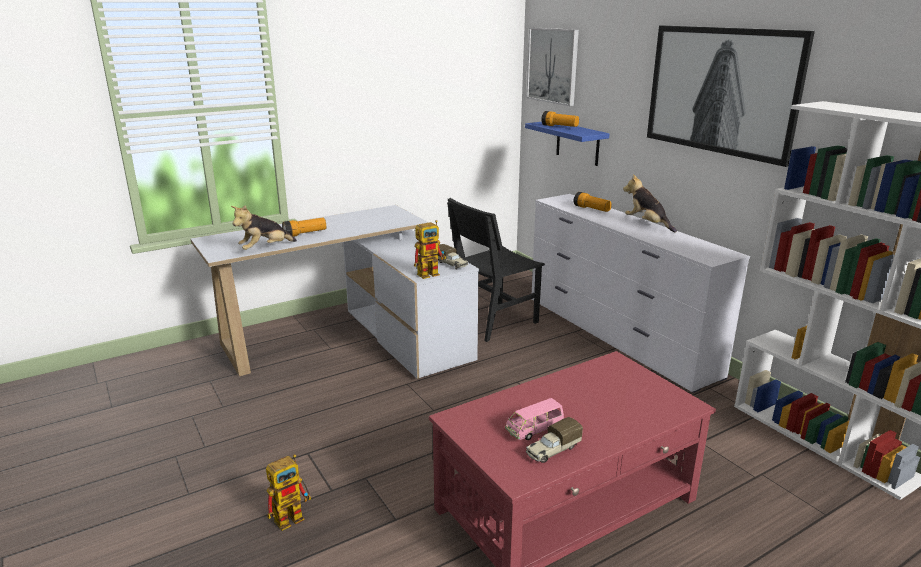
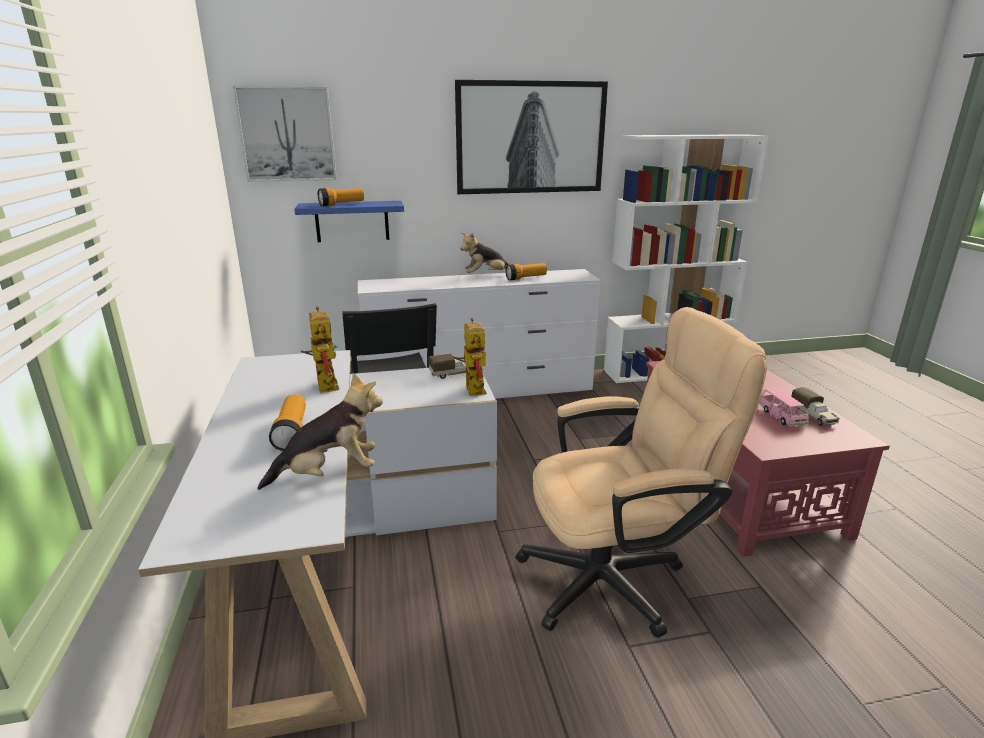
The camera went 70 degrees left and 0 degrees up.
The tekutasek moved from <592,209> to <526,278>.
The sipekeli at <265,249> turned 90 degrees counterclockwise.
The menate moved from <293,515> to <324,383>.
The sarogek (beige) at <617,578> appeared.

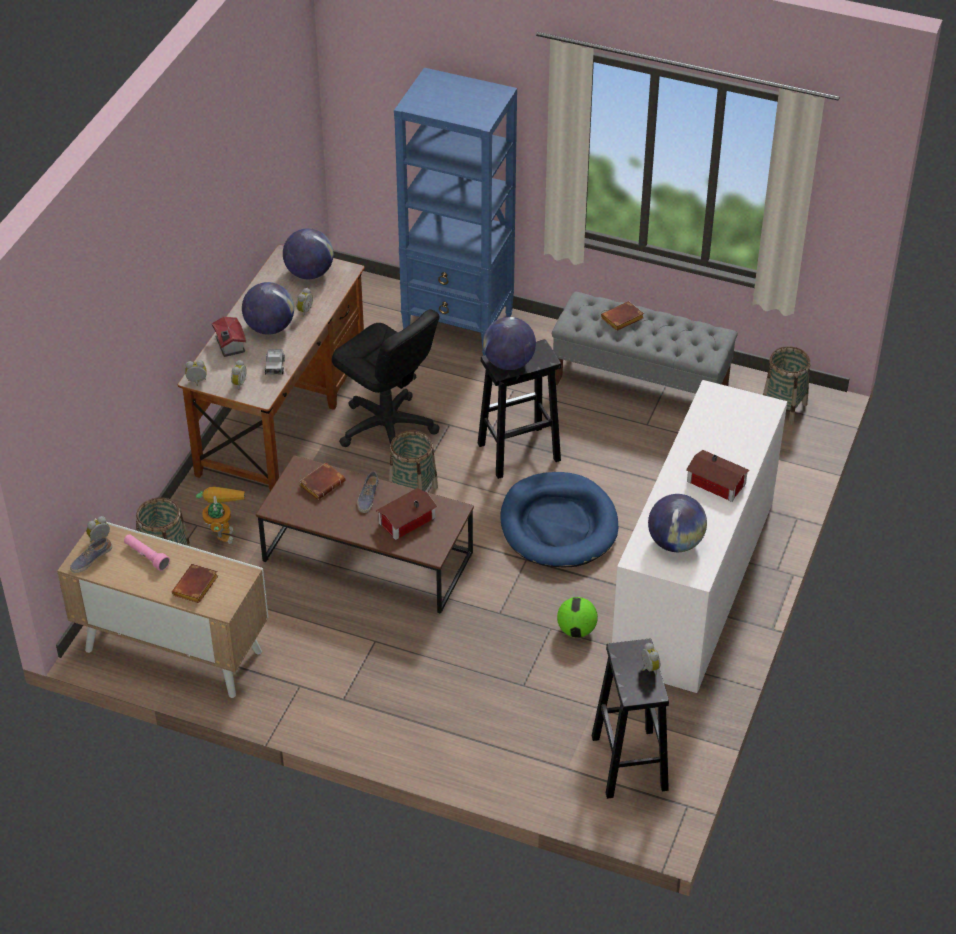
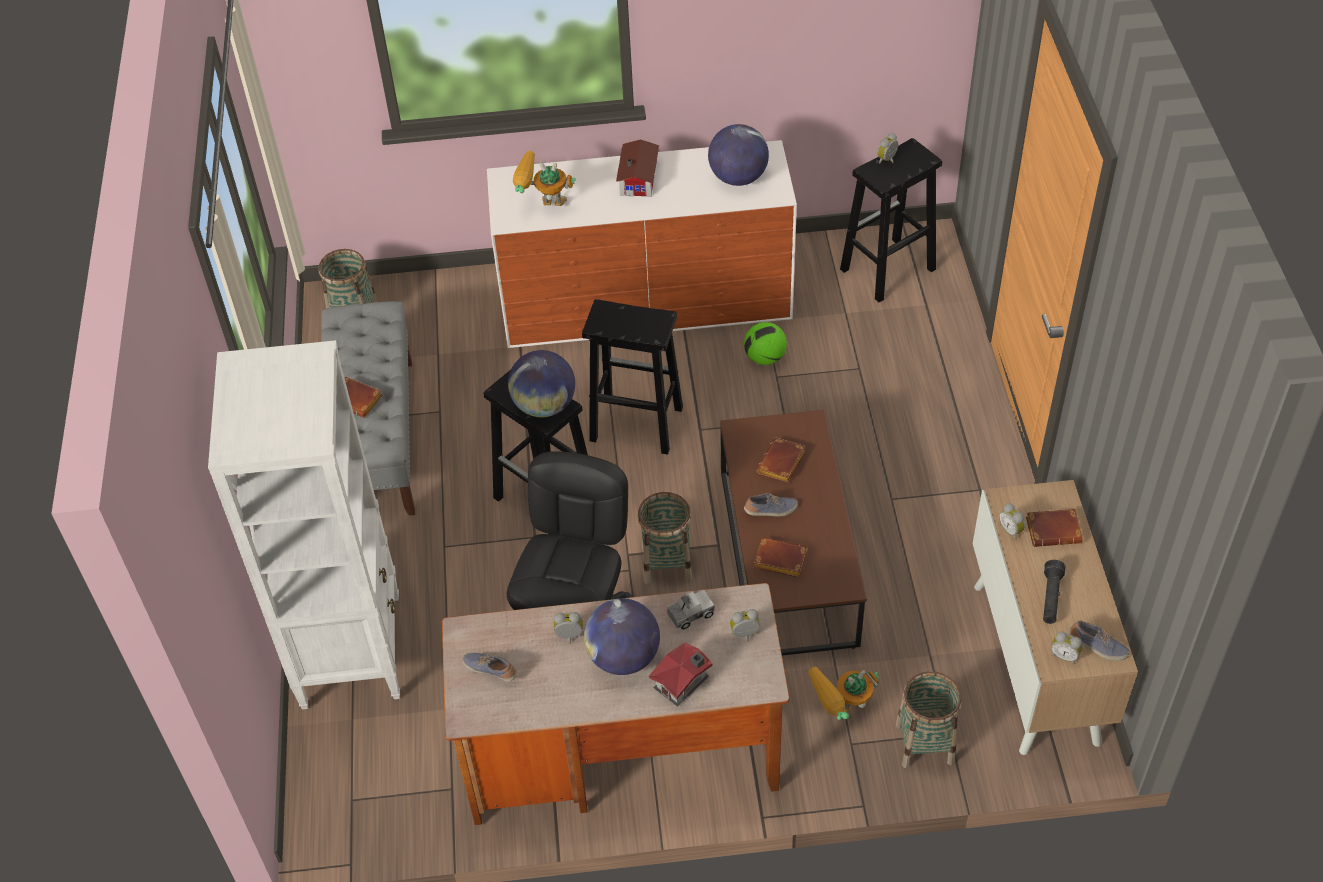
The camera went 115 degrees left and 5 degrees up.
The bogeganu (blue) at <459,325> became the bogeganu (white) at <351,649>.
The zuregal at <309,273> was replaced by the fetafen at <490,670>.
The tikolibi moved from <197,382> to <1011,530>.
The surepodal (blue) at <558,524> was replaced by the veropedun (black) at <634,424>.
The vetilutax at <405,520> was replaced by the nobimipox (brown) at <782,464>.
The tekutasek (pink) at <146,556> became the tekutasek (black) at <1050,598>.
The menate at <543,207> appeared.

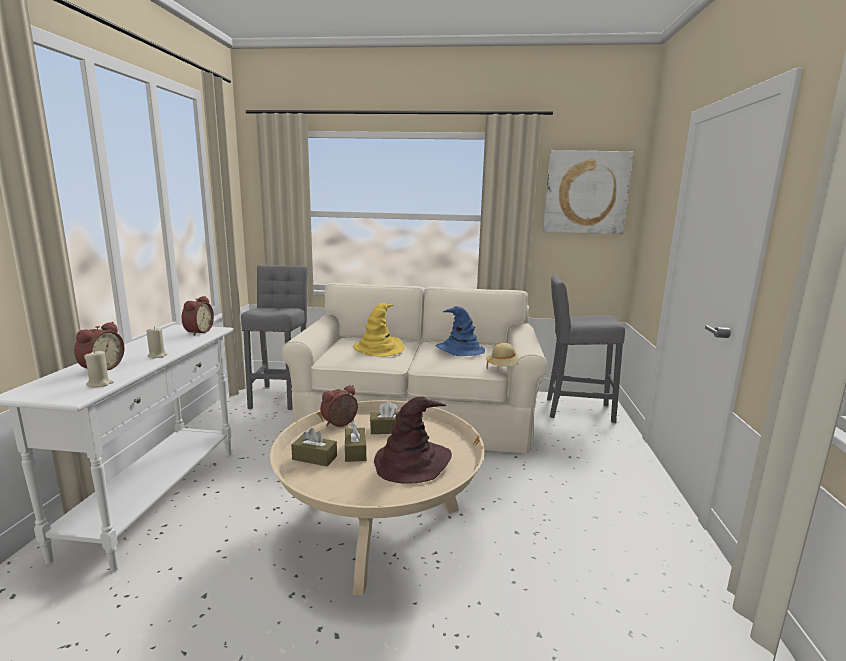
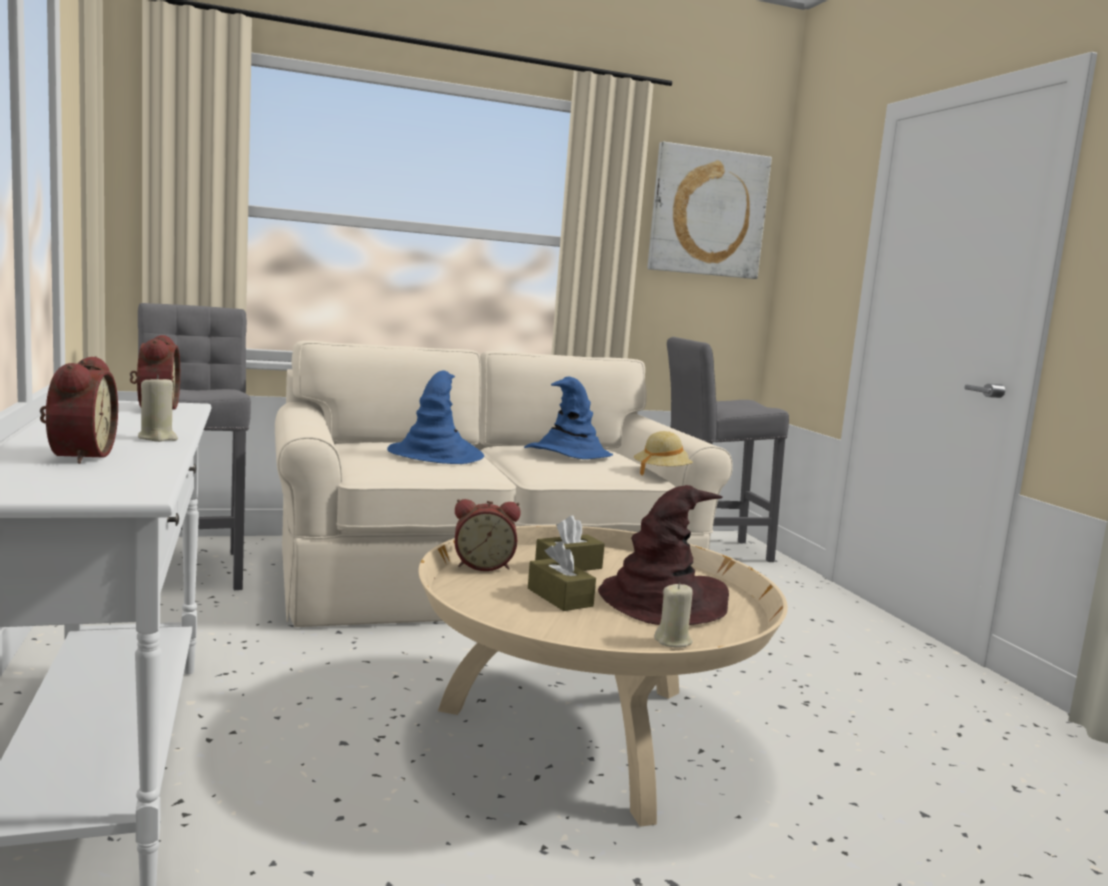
The camera went 25 degrees left and 5 degrees down.
The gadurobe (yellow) at <379,348> became the gadurobe (blue) at <436,454>.
The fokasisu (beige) moved from <100,384> to <673,641>.
The tikolibi at <340,424> turned 120 degrees counterclockwise.
The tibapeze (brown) at <314,458> disappeared.

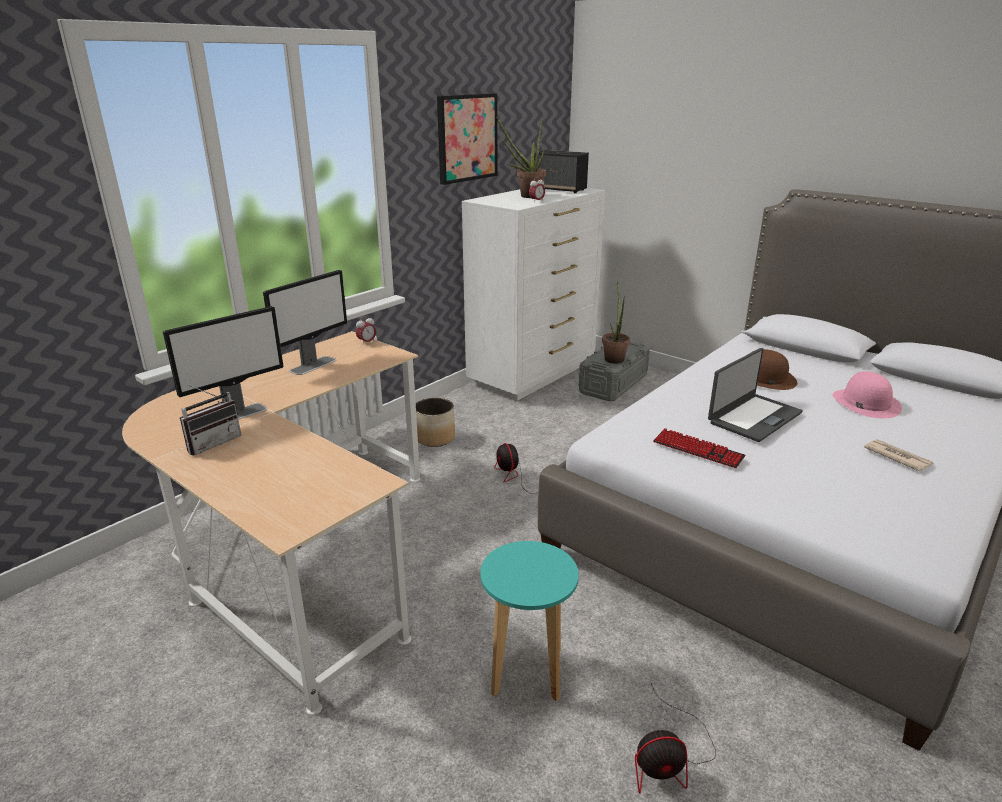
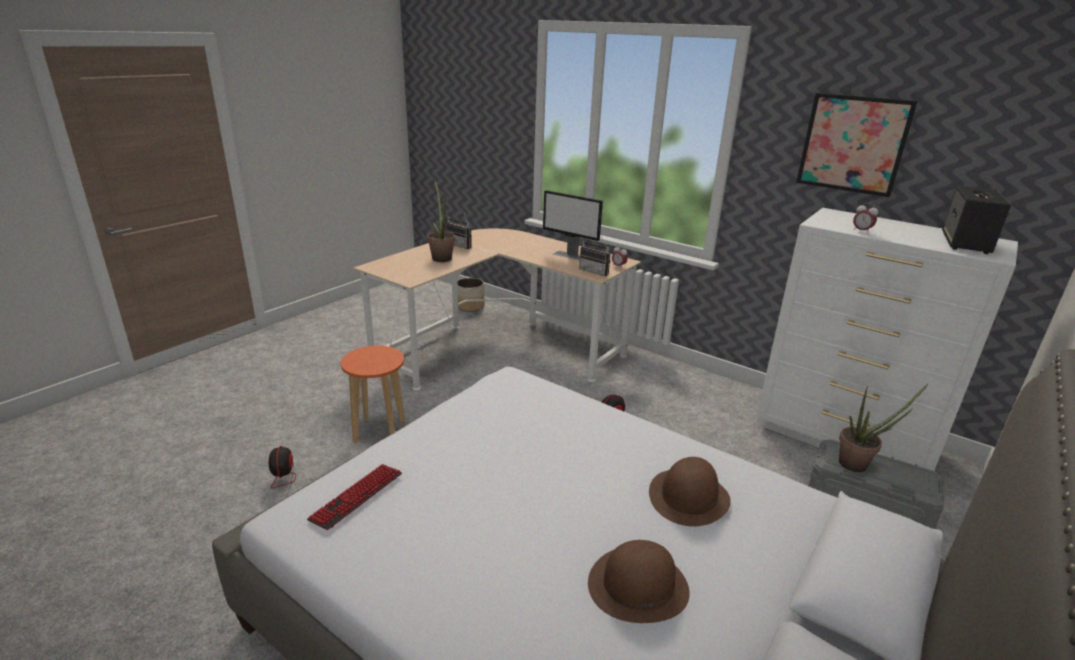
The camera went 85 degrees right and 0 degrees up.
The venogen moved from <526,196> to <441,257>.
The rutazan at <238,414> disappeared.
The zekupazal at <753,417> disappeared.
The gadurobe (pink) at <865,403> became the gadurobe (brown) at <638,585>.
The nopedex moved from <434,438> to <470,306>.
The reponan moved from <697,450> to <357,497>.
The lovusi at <896,457> disappeared.
The veropedun (turquoise) at <527,673> became the veropedun (orange) at <379,432>.
The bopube at <596,271> appeared.

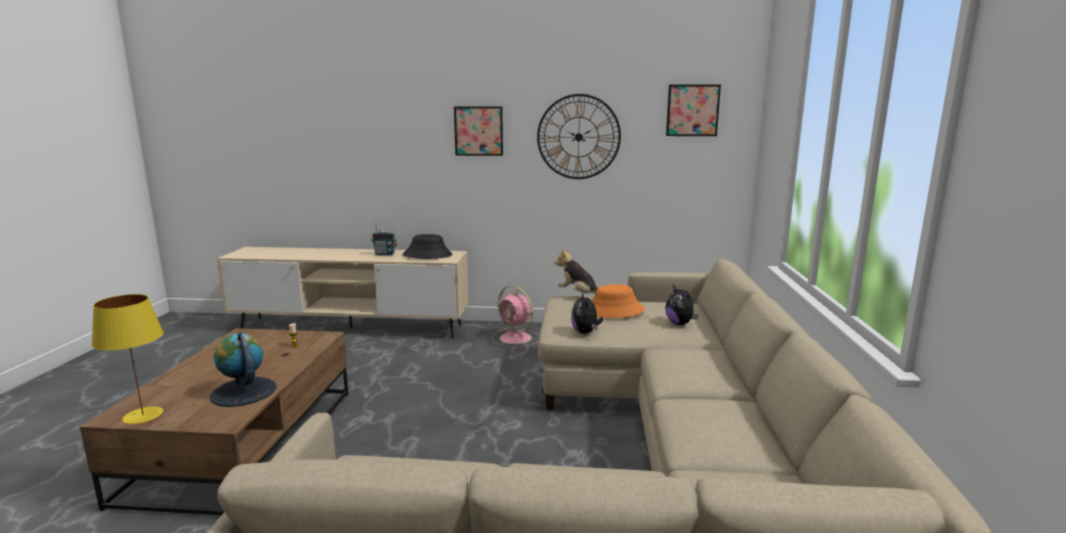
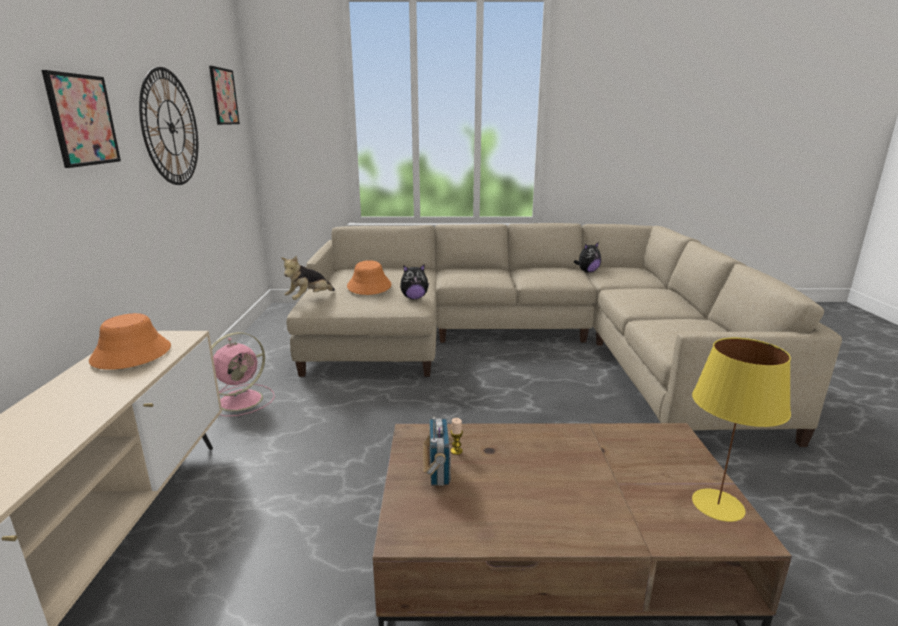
The camera went 95 degrees left and 5 degrees up.
The bopube moved from <385,254> to <438,474>.
The gadurobe (black) at <427,255> became the gadurobe (orange) at <131,354>.
The sipekeli moved from <680,323> to <587,271>.
The zuregal at <243,392> disappeared.

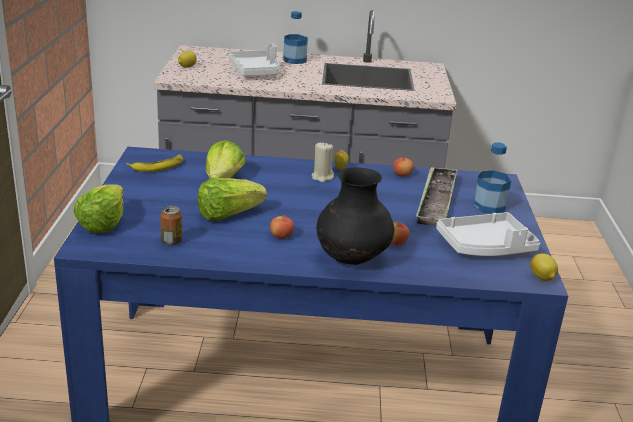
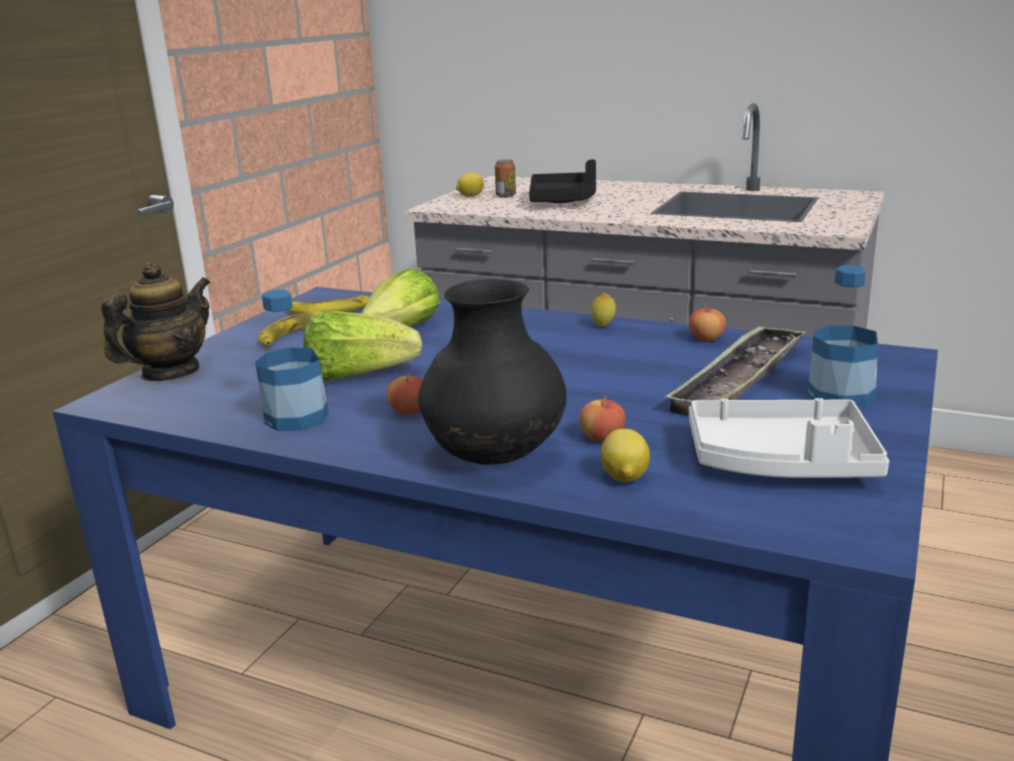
The camera went 25 degrees right and 5 degrees down.
The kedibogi moved from <294,60> to <297,418>.
The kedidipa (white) at <256,71> became the kedidipa (black) at <563,200>.
The fokasisu (beige) at <322,177> disappeared.
The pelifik at <102,223> was replaced by the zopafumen at <170,373>.
The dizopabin moved from <171,241> to <506,196>.
The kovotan moved from <542,278> to <624,478>.
The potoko at <295,335> appeared.

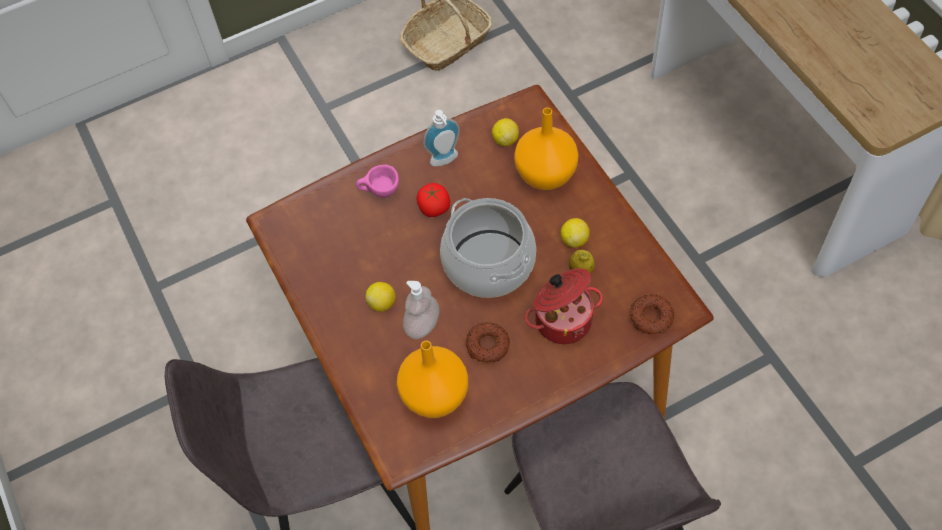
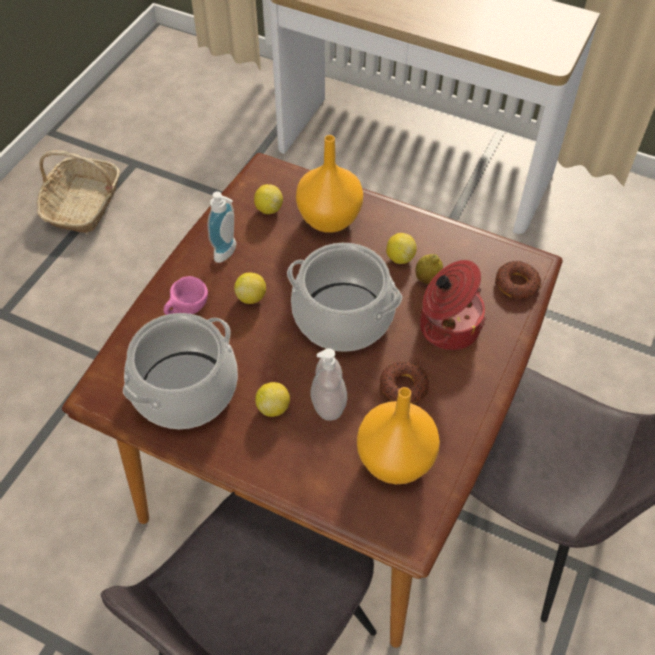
The camera went 40 degrees left and 5 degrees down.
The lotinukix at <434,208> was replaced by the kovotan at <251,297>.
The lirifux at <185,388> appeared.

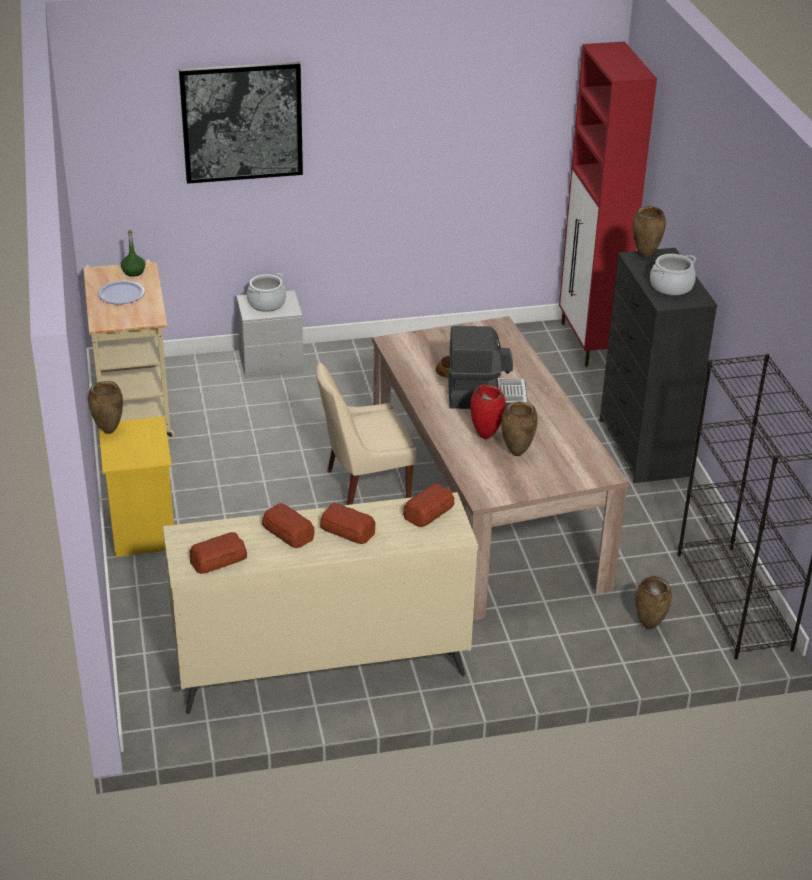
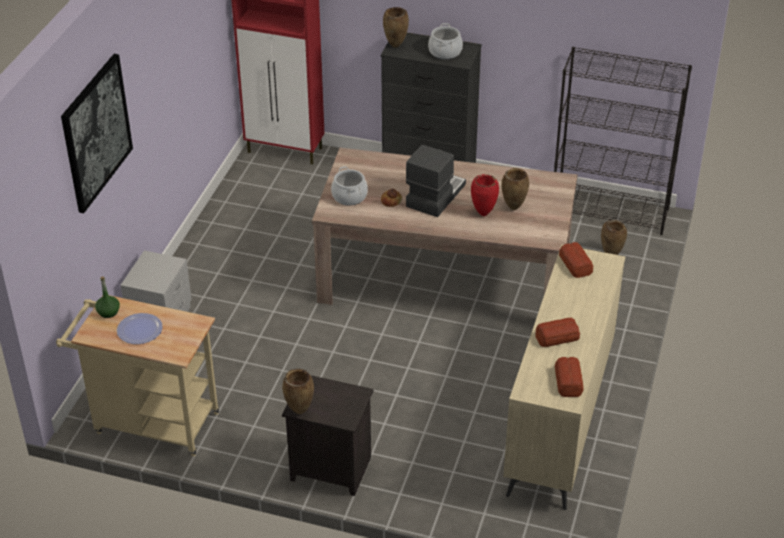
The camera went 60 degrees left and 5 degrees up.
The lirifux moved from <266,303> to <349,196>.
The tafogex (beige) at <364,486> disappeared.
The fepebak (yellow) at <141,529> became the fepebak (black) at <329,469>.
The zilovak at <347,529> disappeared.

